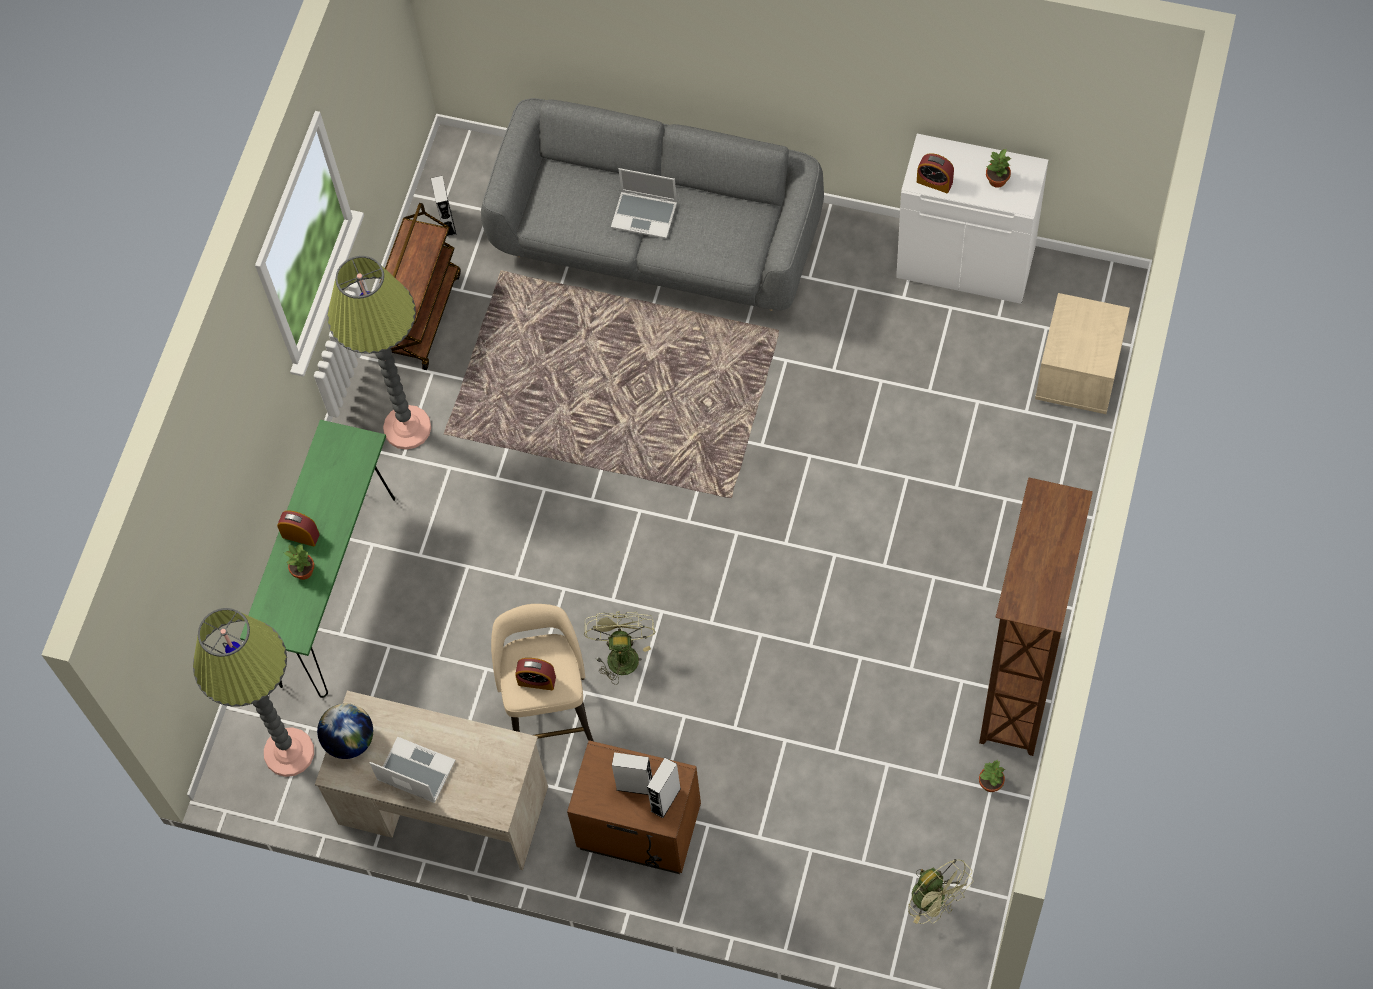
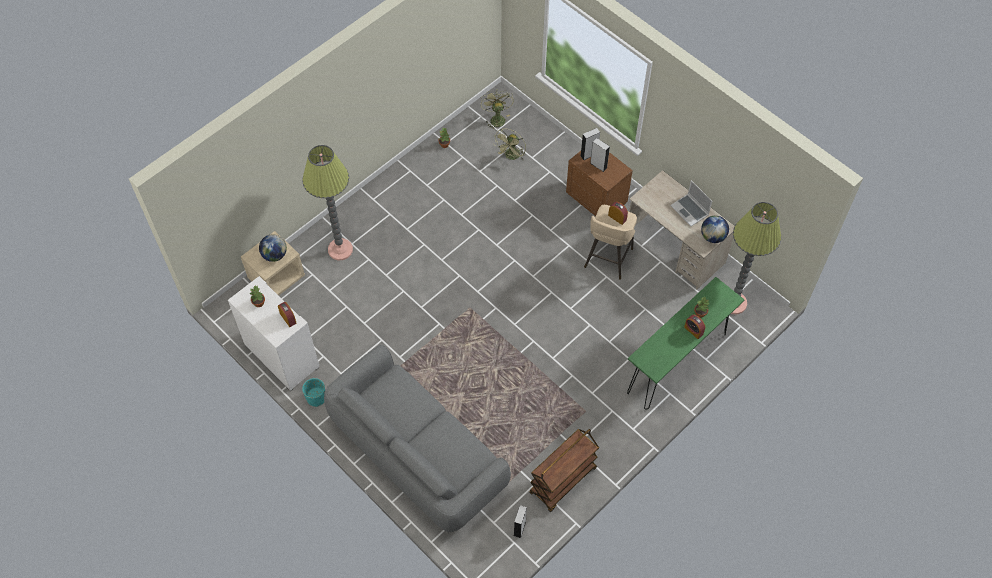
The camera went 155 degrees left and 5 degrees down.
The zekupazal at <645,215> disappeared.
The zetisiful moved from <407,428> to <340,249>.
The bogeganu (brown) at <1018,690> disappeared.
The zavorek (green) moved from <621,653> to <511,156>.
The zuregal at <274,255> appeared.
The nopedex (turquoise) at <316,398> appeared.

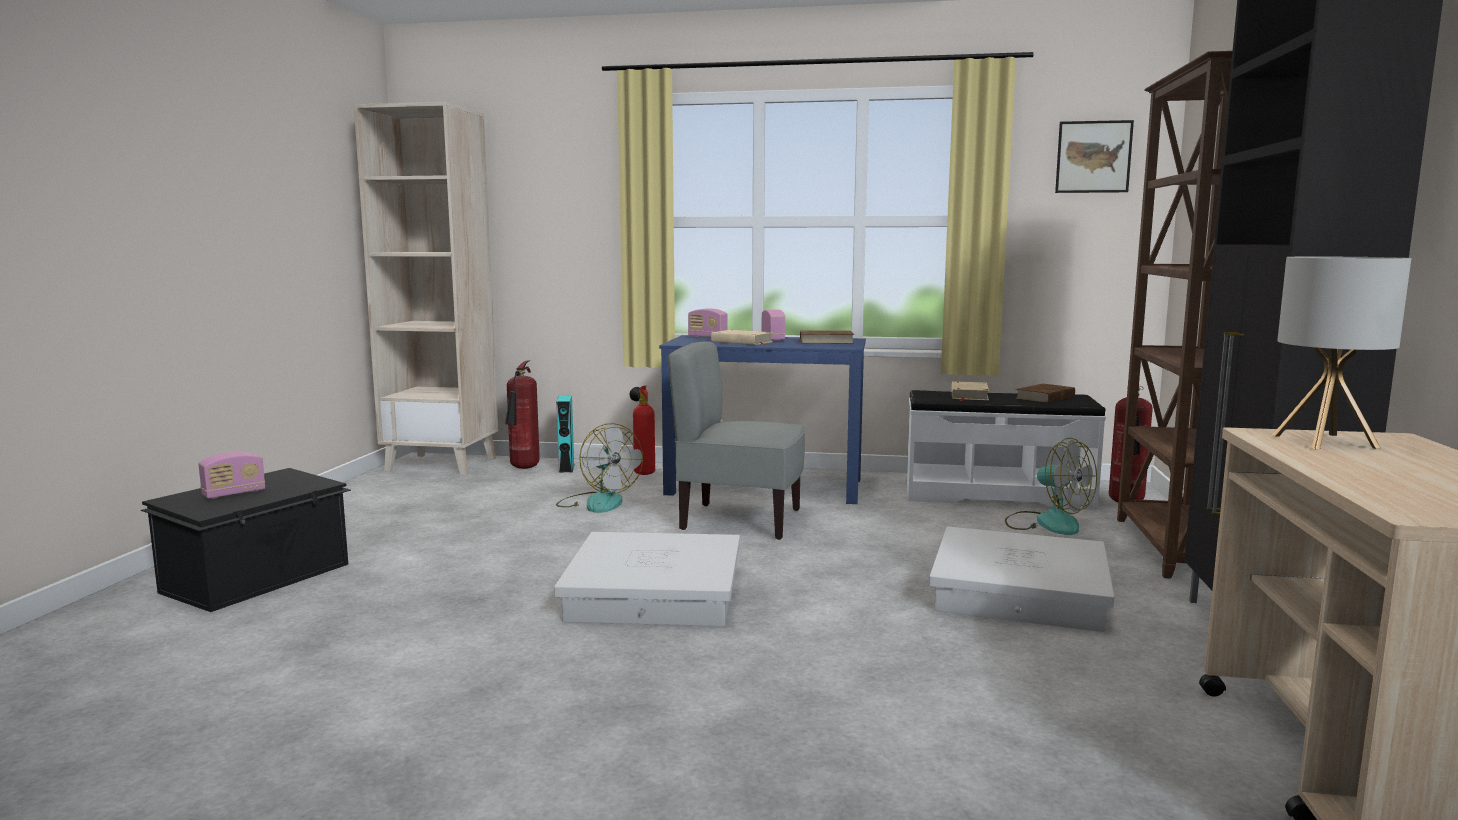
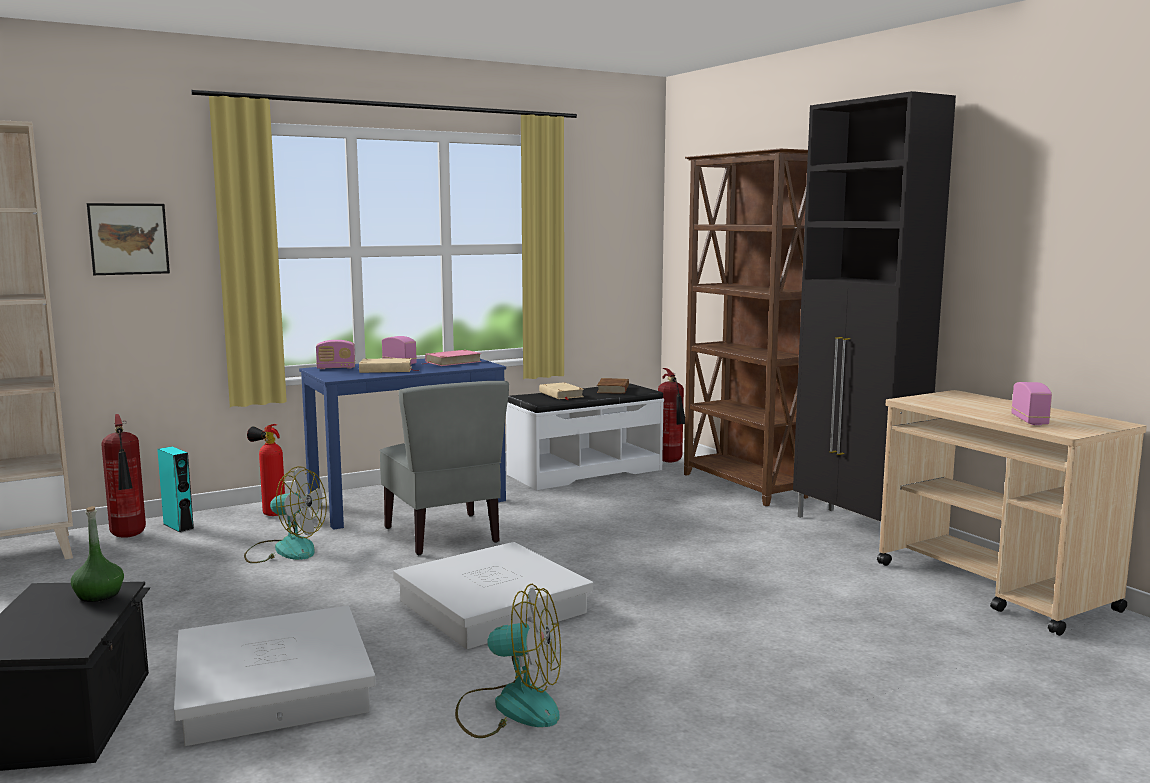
The camera went 40 degrees left and 0 degrees up.
The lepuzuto moved from <1093,157> to <129,239>.
The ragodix at <1324,442> disappeared.
The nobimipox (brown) at <825,341> became the nobimipox (pink) at <453,362>.
The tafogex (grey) at <740,520> turned 90 degrees counterclockwise.
The zavorek moved from <1047,523> to <510,707>.
The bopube moved from <234,493> to <1029,420>.
The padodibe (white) moved from <1020,592> to <275,687>.
The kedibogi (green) at <99,595> appeared.

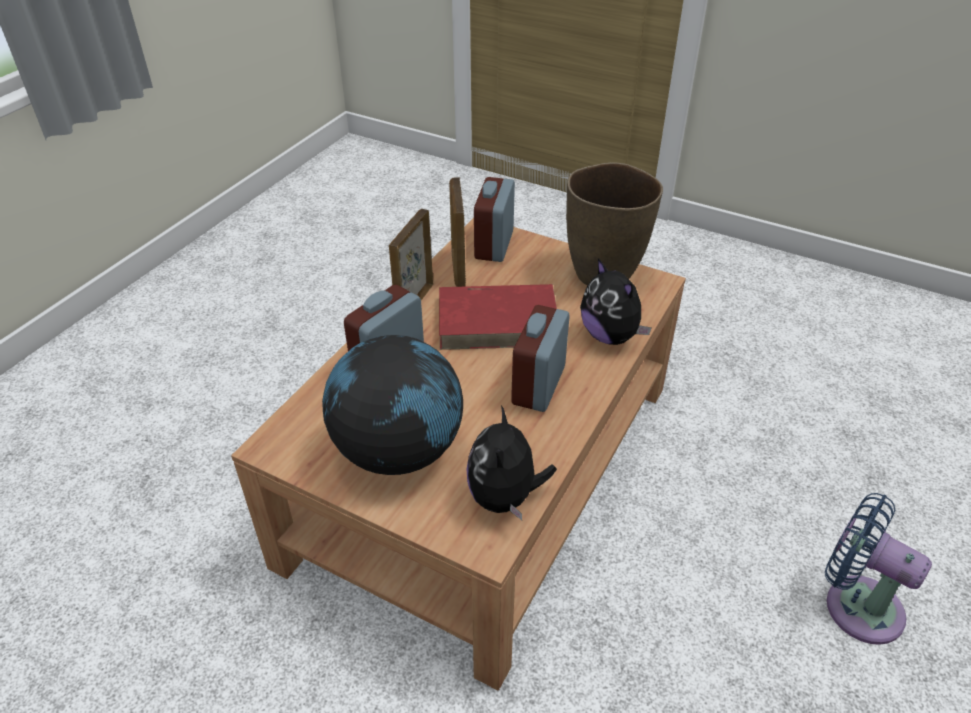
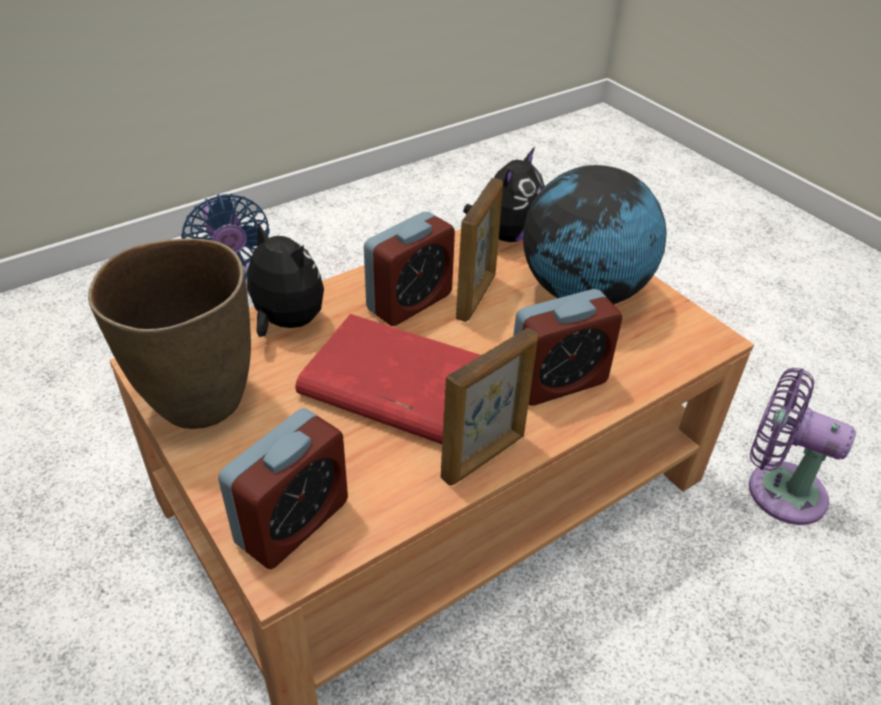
The camera went 155 degrees left and 0 degrees up.
The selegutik moved from <458,268> to <476,296>.
The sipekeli at <610,336> turned 45 degrees counterclockwise.
The zavorek (purple) at <777,489> appeared.

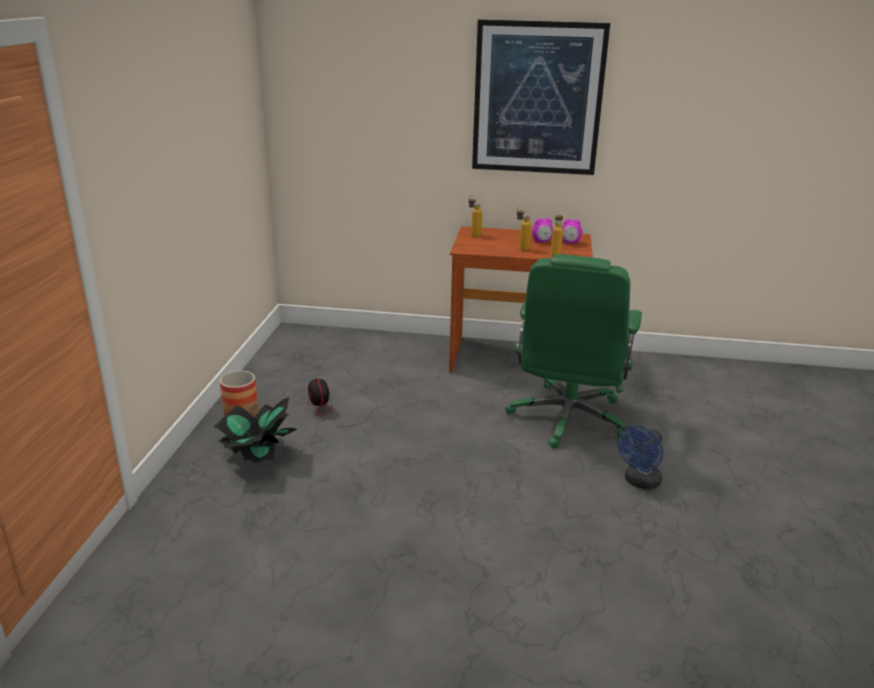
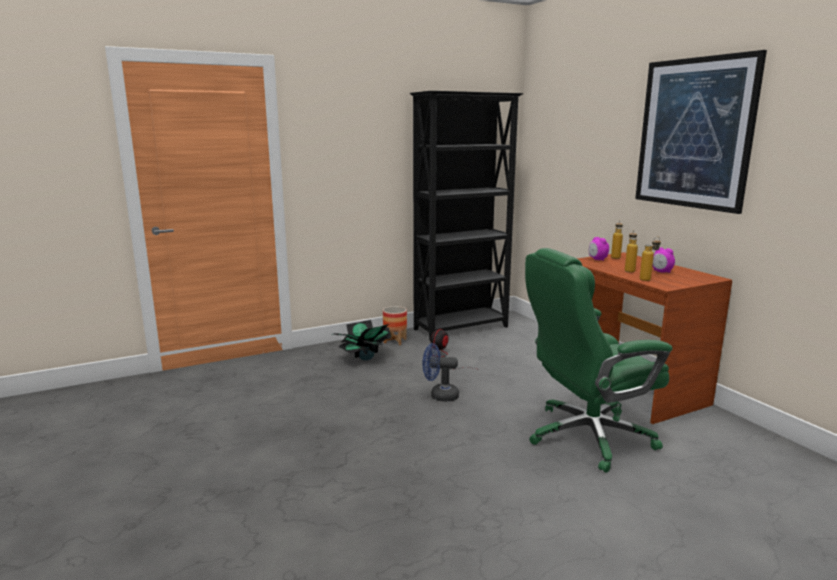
The camera went 55 degrees right and 10 degrees down.
The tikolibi moved from <570,243> to <597,259>.
The zavorek (blue) moved from <639,482> to <439,395>.
The bogeganu (black) at <462,328> appeared.

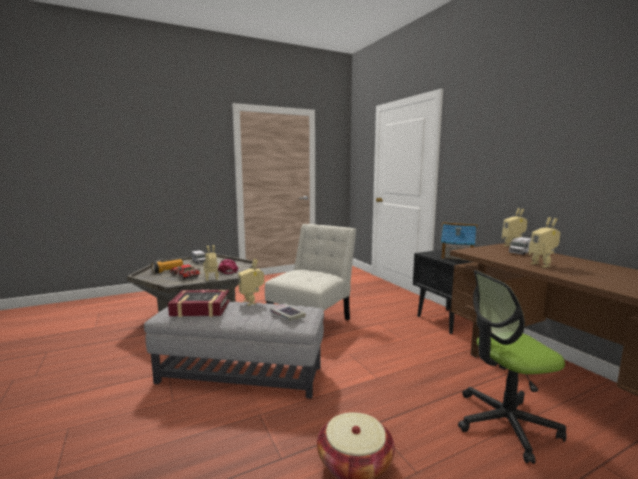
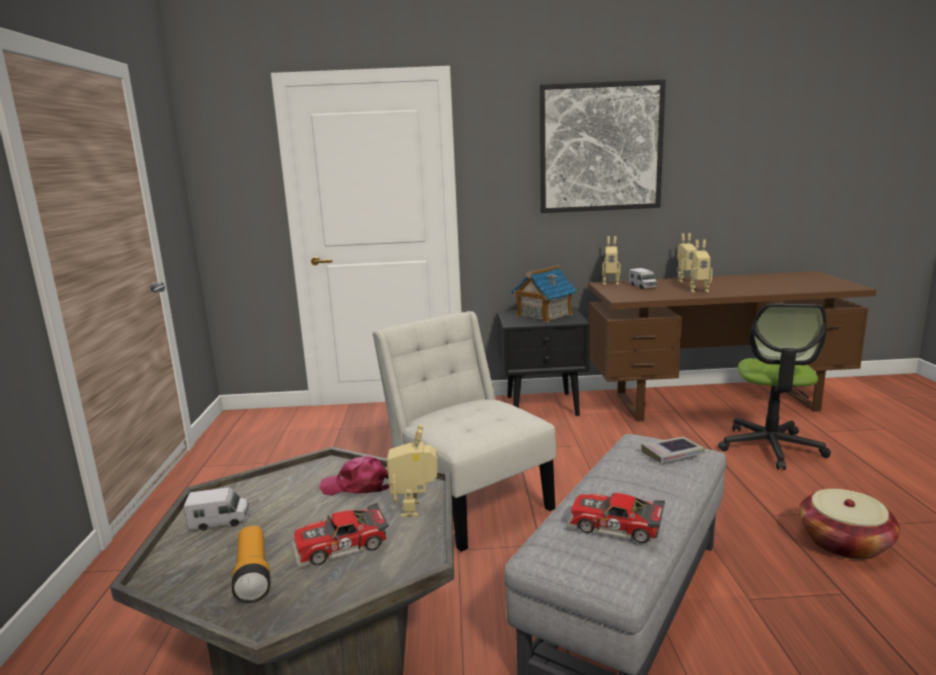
The camera went 65 degrees left and 5 degrees up.
The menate moved from <252,302> to <685,280>.
The nobimipox at <200,308> was replaced by the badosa at <614,527>.
The lepuzuto at <600,147> appeared.

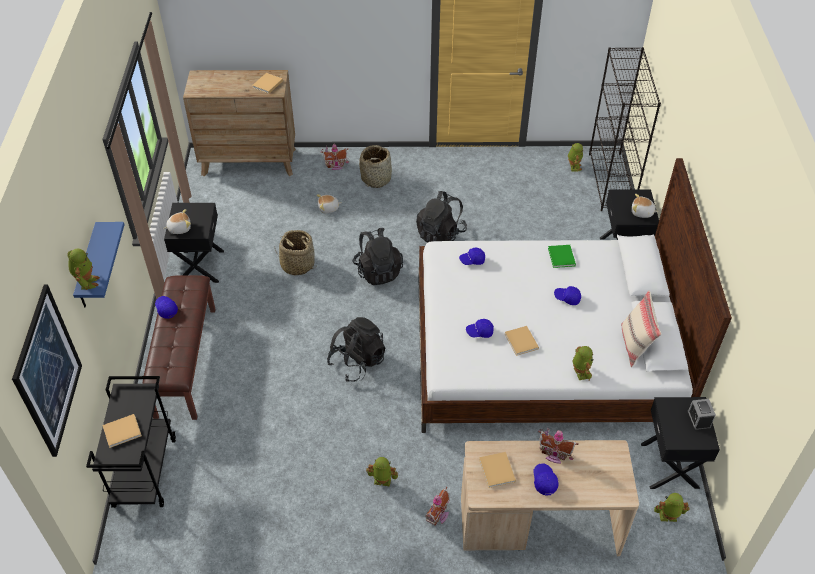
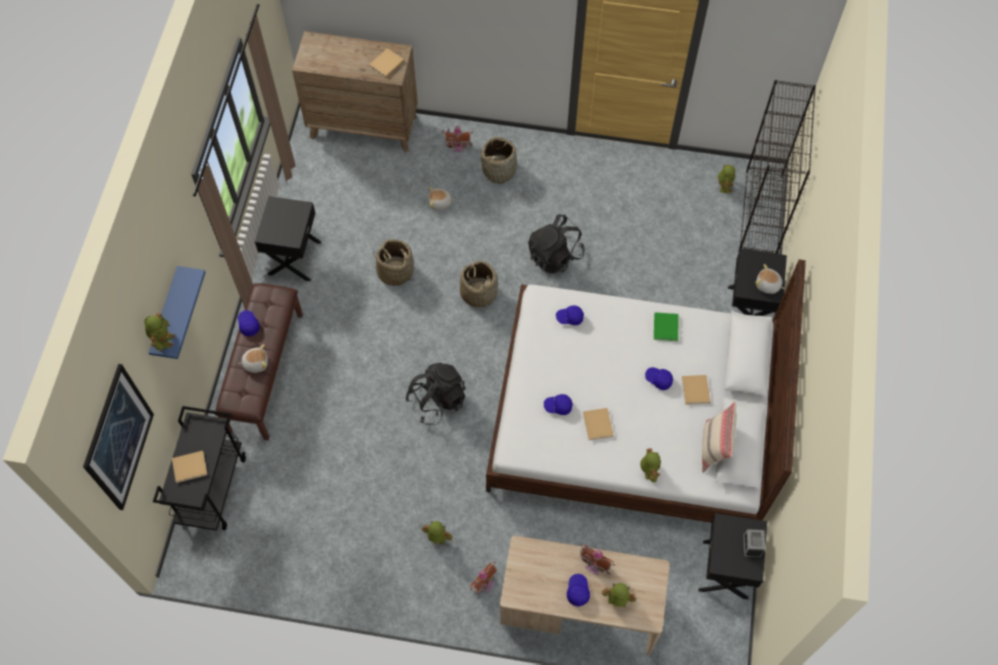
The camera went 10 degrees right and 15 degrees up.
The sipekeli moved from <179,228> to <256,363>.
The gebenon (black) at <378,271> was replaced by the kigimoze at <478,293>.
The nobimipox (beige) moved from <497,471> to <695,391>.
The menate moved from <668,517> to <616,600>.

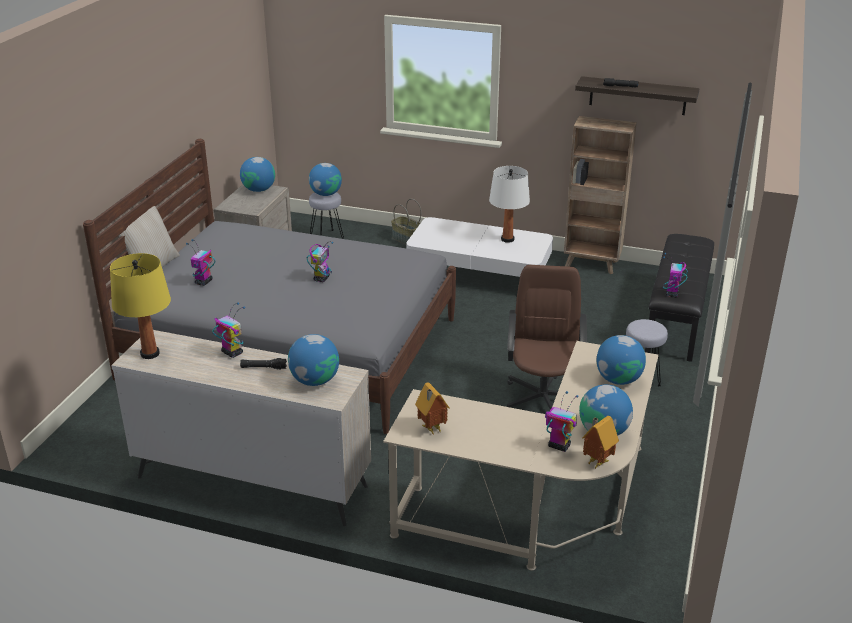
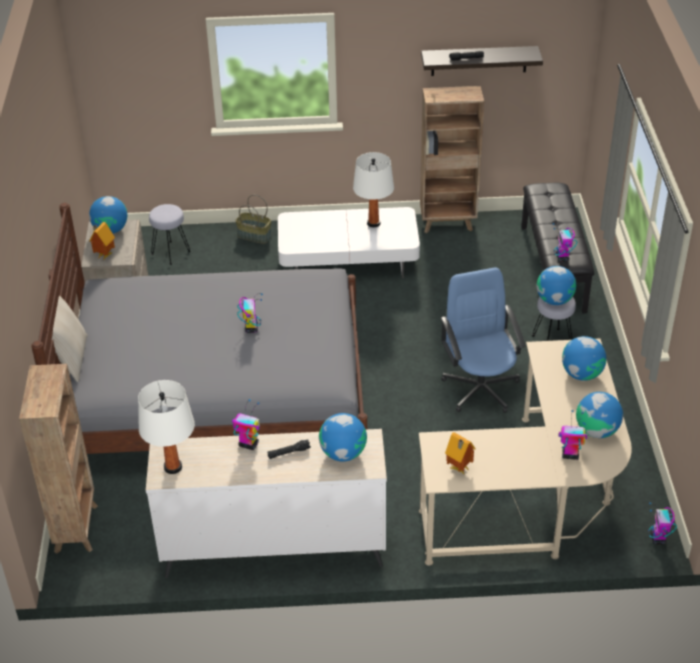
The camera went 20 degrees left and 10 degrees up.
The zuregal moved from <326,194> to <554,300>.
The menate moved from <203,282> to <658,539>.
The ragodix (yellow) at <149,354> became the ragodix (white) at <172,467>.
The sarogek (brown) at <543,399> became the sarogek (blue) at <480,388>.
The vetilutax moved from <596,462> to <104,255>.
The bogeganu (brown) at <77,527> appeared.

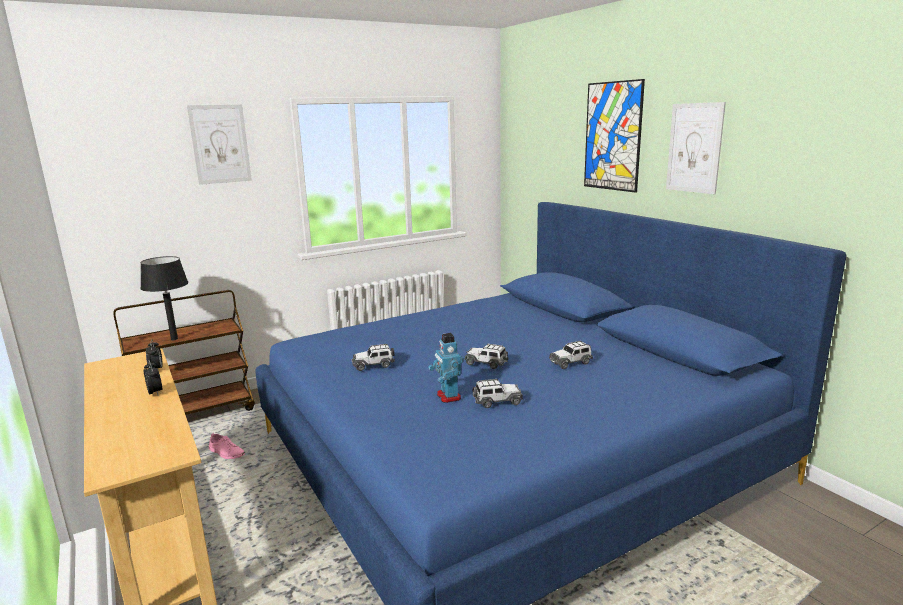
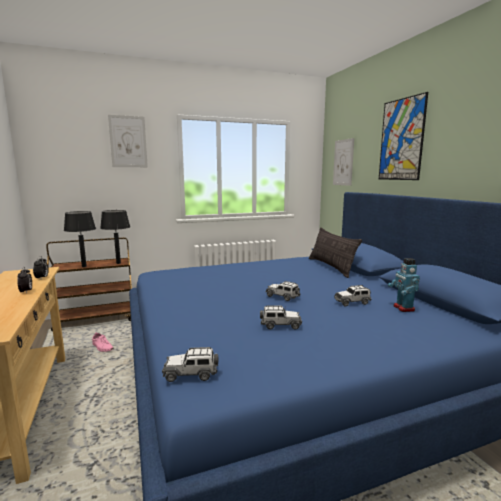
The camera went 10 degrees right and 5 degrees down.
The lepuzuto moved from <694,148> to <343,162>.
The menate moved from <448,397> to <403,308>.
The badosa moved from <373,365> to <191,373>.
The ragodix (black) at <118,263> appeared.
The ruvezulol at <331,267> appeared.

